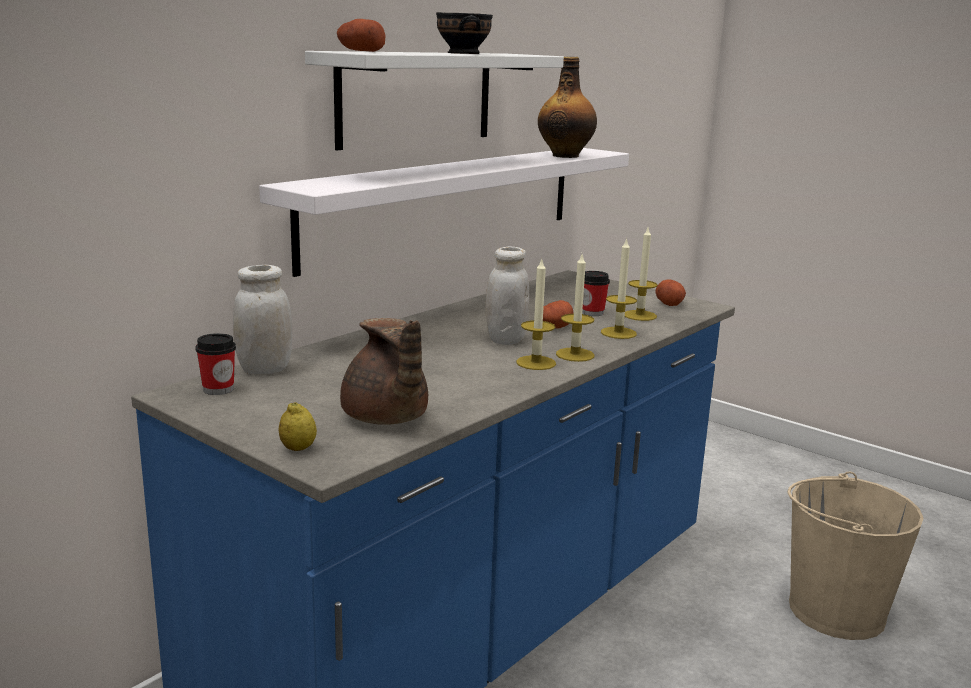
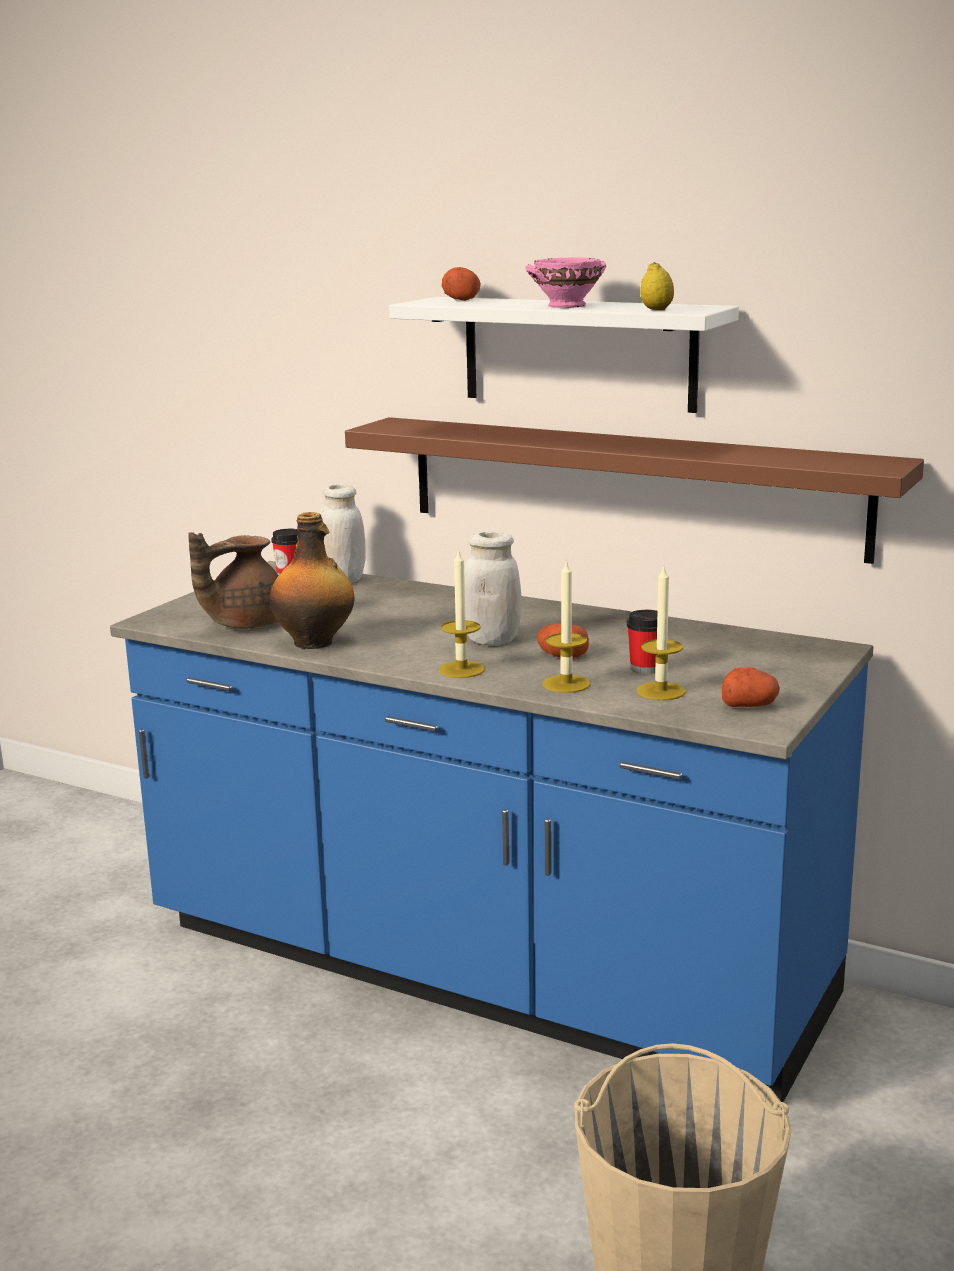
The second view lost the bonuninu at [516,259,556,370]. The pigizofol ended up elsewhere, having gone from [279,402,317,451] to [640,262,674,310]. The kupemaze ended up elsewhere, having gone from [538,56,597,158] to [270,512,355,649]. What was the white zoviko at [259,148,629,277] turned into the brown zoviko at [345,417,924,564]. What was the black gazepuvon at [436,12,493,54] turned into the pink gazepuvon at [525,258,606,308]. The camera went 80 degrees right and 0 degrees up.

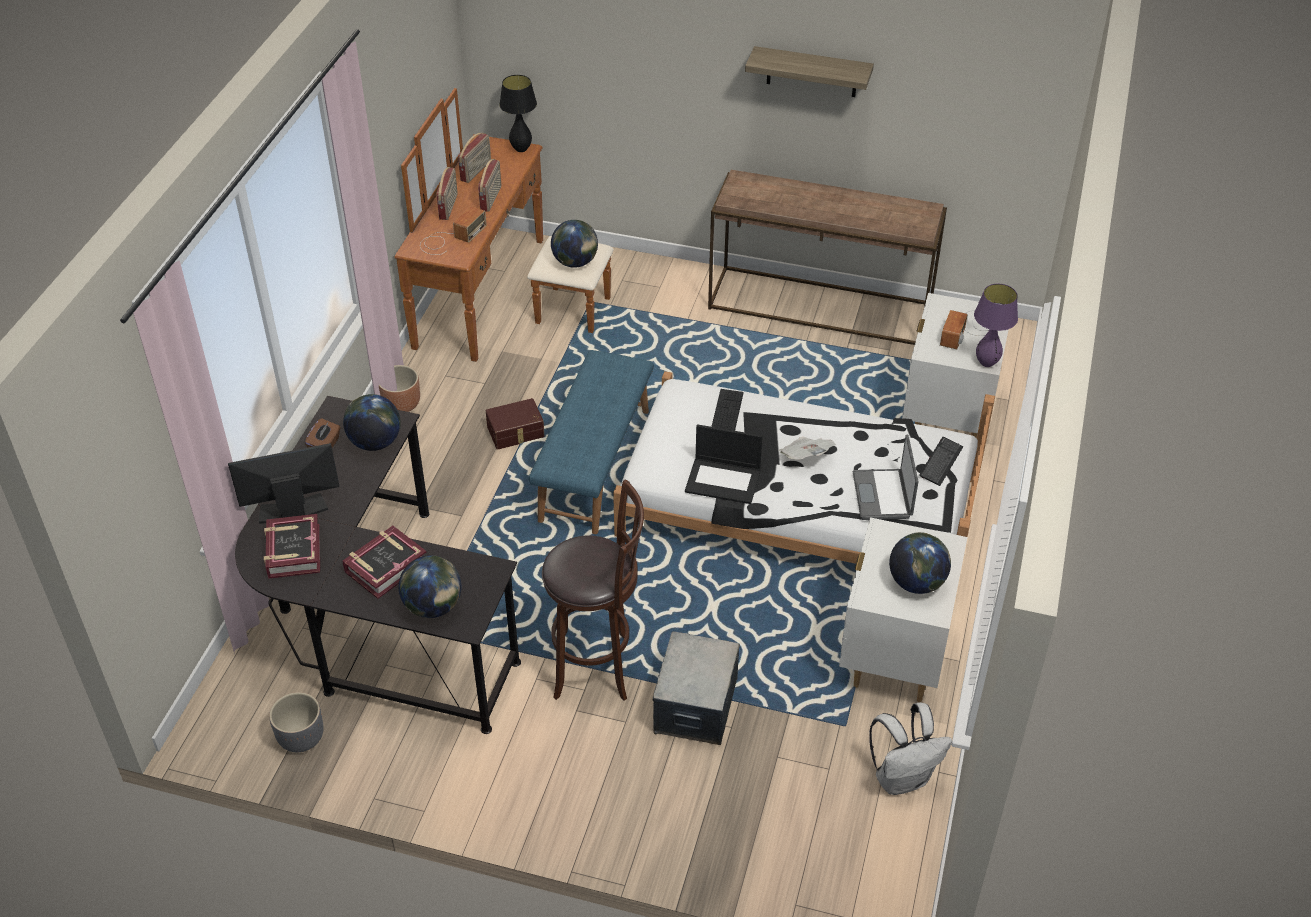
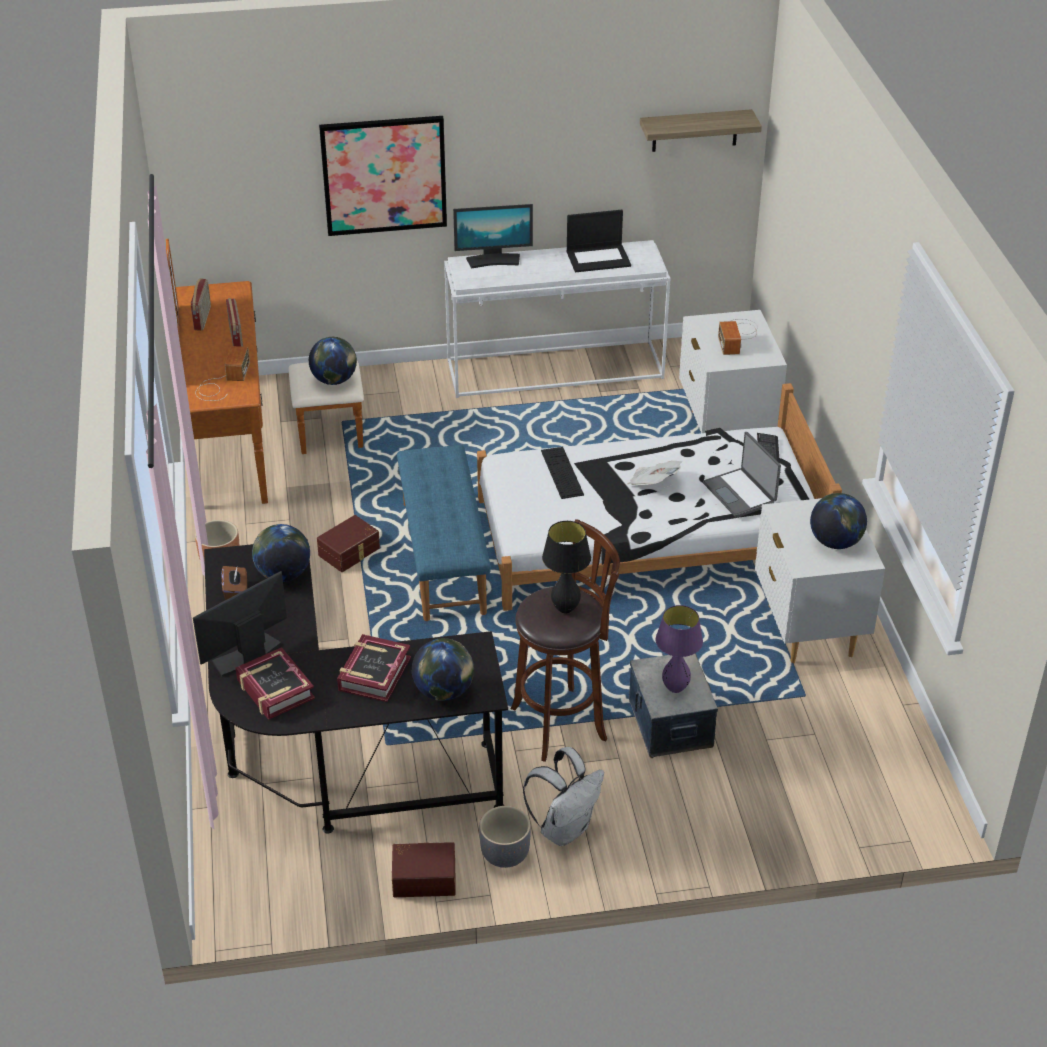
The second view lost the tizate at [436,167,458,220]. The second view gained the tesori at [319,116,447,236]. The second view gained the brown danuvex at [392,842,456,897]. The second view gained the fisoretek at [453,204,533,269]. The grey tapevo ended up elsewhere, having gone from [269,692,323,752] to [479,806,531,868]. The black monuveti ended up elsewhere, having gone from [499,75,537,152] to [542,521,591,614]. The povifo ended up elsewhere, having gone from [685,424,762,504] to [567,210,631,272]. The zoviko ended up elsewhere, having gone from [745,46,874,97] to [640,109,762,152]. The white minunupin ended up elsewhere, having gone from [869,703,952,795] to [523,747,604,846]. The purple monuveti ended up elsewhere, having gone from [974,284,1018,367] to [656,605,703,693]. What was the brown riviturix at [708,170,947,345] turned into the white riviturix at [444,240,671,398]. The camera went 25 degrees left and 5 degrees down.

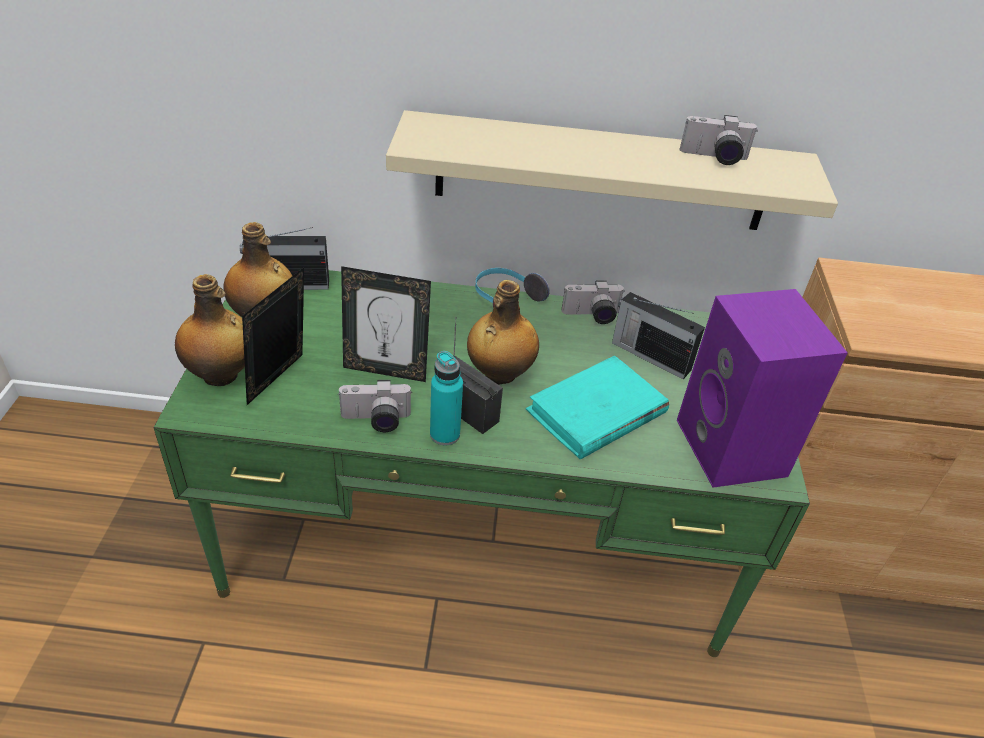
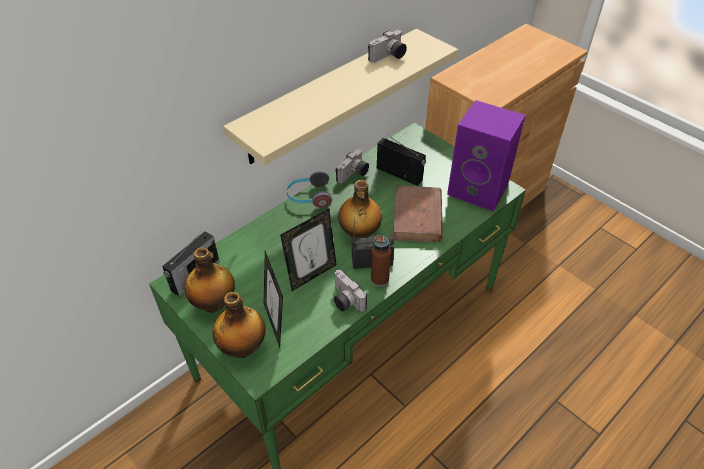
What was the turquoise kupemaze at [430,351,463,445] turned into the brown kupemaze at [371,235,391,287]. What was the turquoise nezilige at [526,356,669,459] turned into the brown nezilige at [392,185,443,242]. The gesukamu at [338,380,411,432] ended up facing another way, 105 degrees clockwise from before. The tizate at [612,292,705,379] ended up facing another way, 135 degrees counterclockwise from before. The camera went 45 degrees left and 5 degrees up.

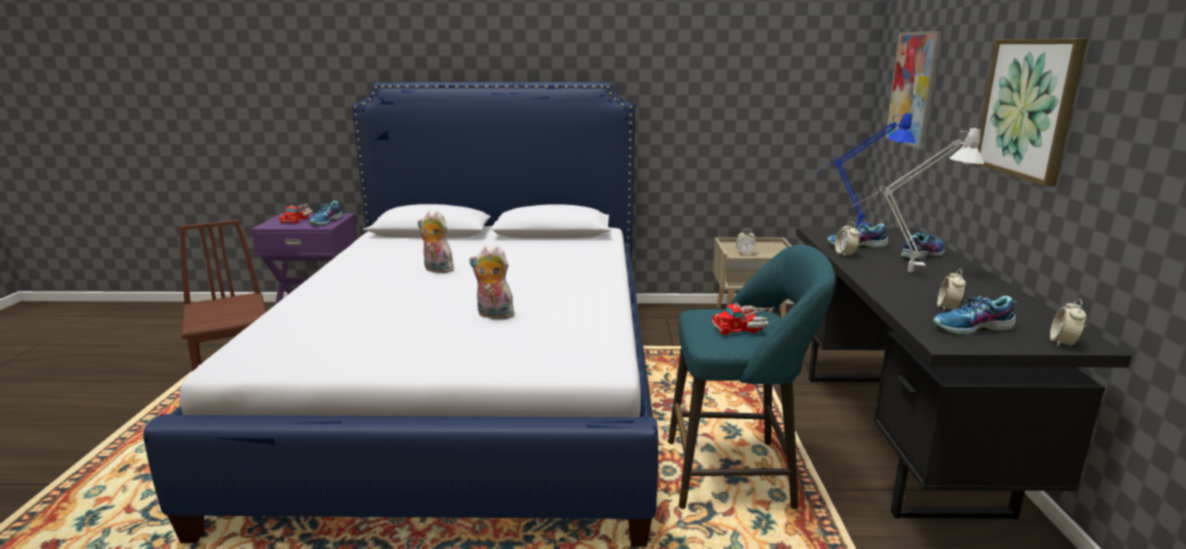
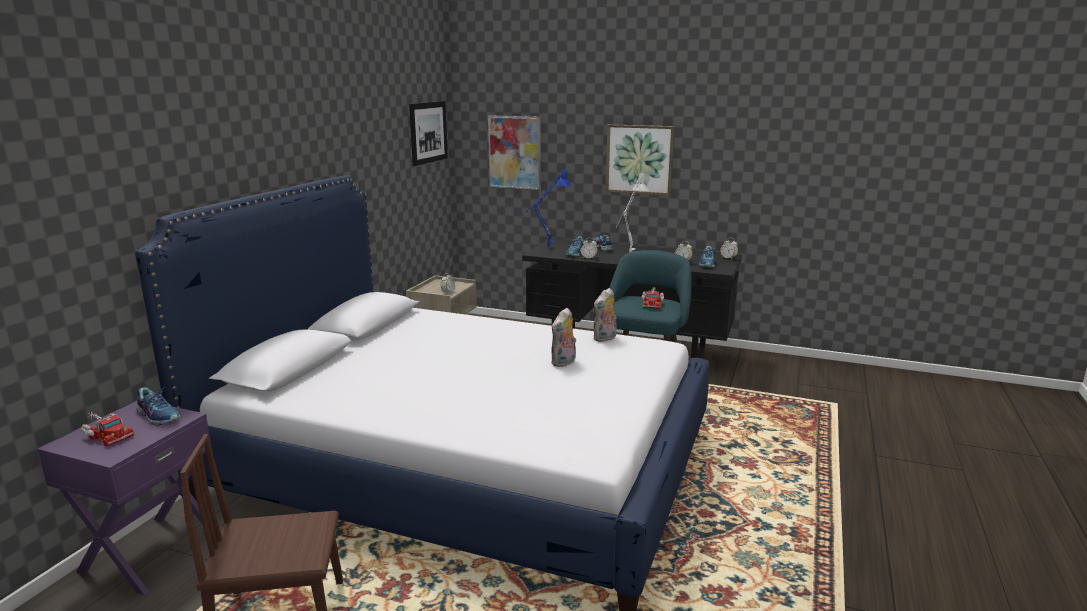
The second view gained the tesori at [409,101,448,166]. The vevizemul ended up elsewhere, having gone from [418,210,454,273] to [594,288,617,342]. The camera went 70 degrees left and 0 degrees up.

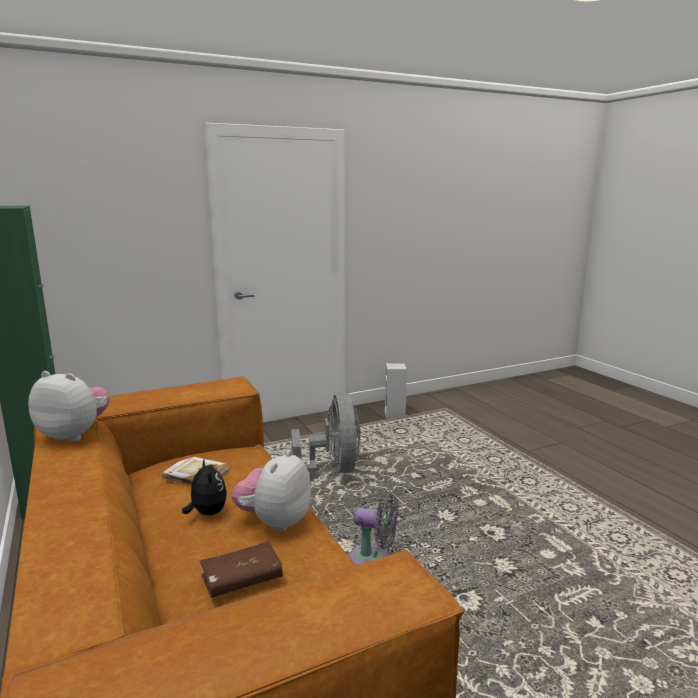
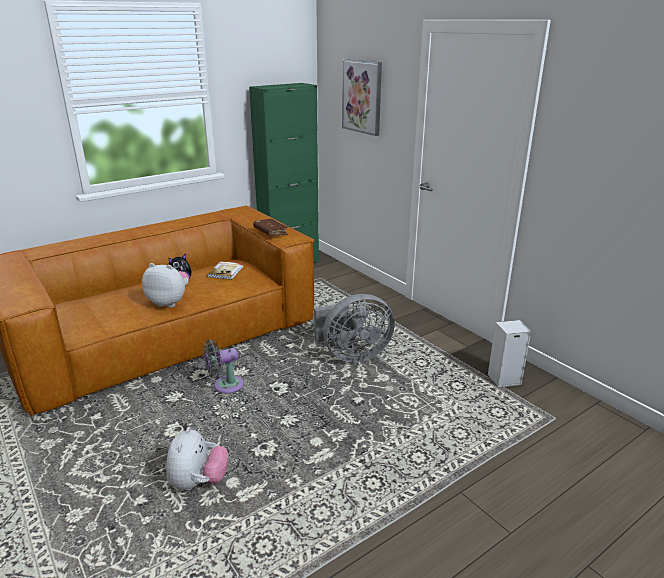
The second view gained the tesori at [342,59,382,136]. The vevizemul ended up elsewhere, having gone from [28,371,110,442] to [166,427,229,490]. The brown nezilige ended up elsewhere, having gone from [199,541,283,598] to [253,219,289,236]. The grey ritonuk at [350,493,398,565] ended up facing another way, 60 degrees clockwise from before. The camera went 80 degrees right and 10 degrees up.

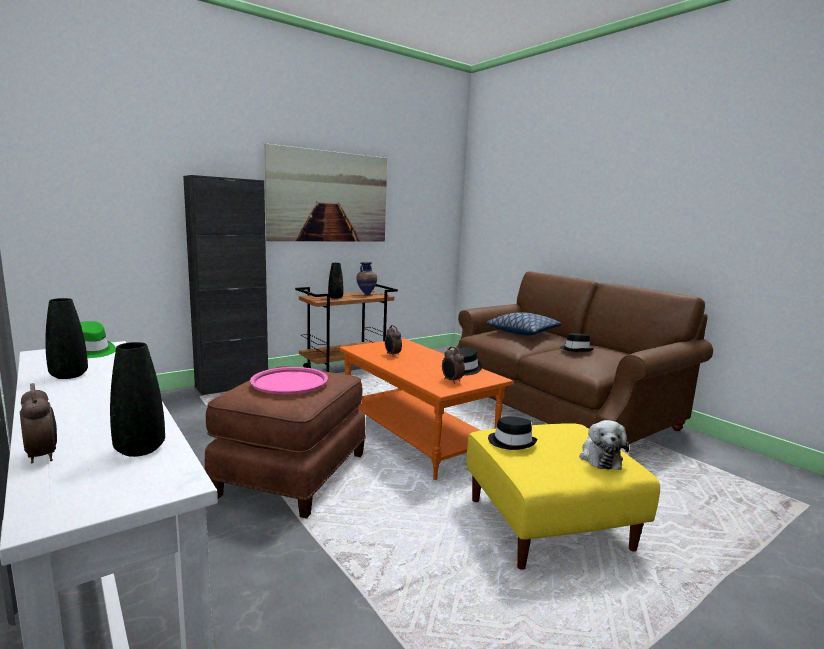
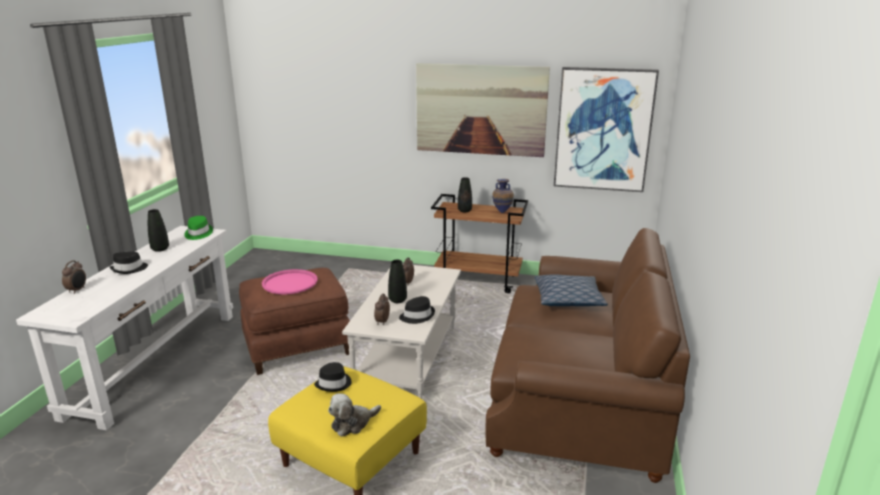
The second view lost the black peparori at [183,175,268,395]. The second view gained the tesori at [554,67,659,192]. The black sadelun ended up elsewhere, having gone from [110,342,165,457] to [388,260,407,303]. The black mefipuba ended up elsewhere, having gone from [560,333,594,352] to [110,251,148,274]. What was the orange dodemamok at [339,339,513,480] turned into the white dodemamok at [342,265,461,399]. The camera went 50 degrees right and 10 degrees up.

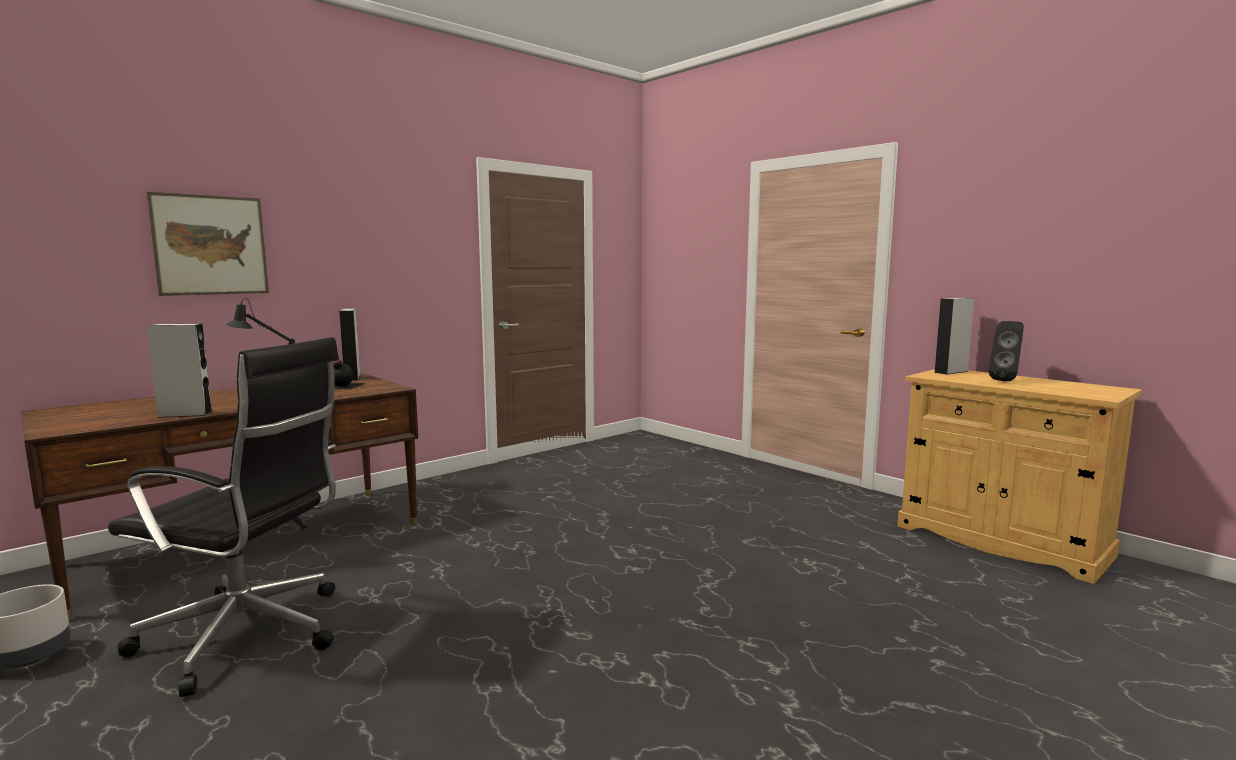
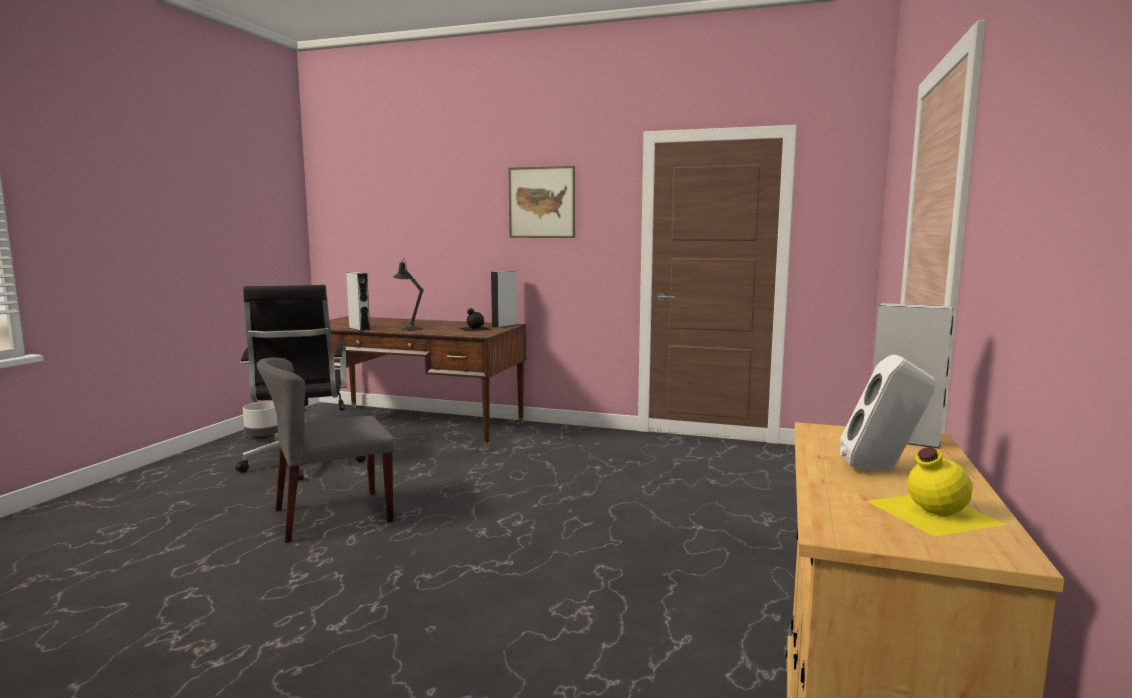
The second view gained the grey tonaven at [257,358,395,543]. The second view gained the yellow kupemaze at [867,447,1006,536]. The tesori ended up elsewhere, having gone from [146,192,269,296] to [508,166,575,238]. What was the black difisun at [988,321,1024,382] turned into the white difisun at [840,354,936,470]. The camera went 60 degrees right and 0 degrees up.

